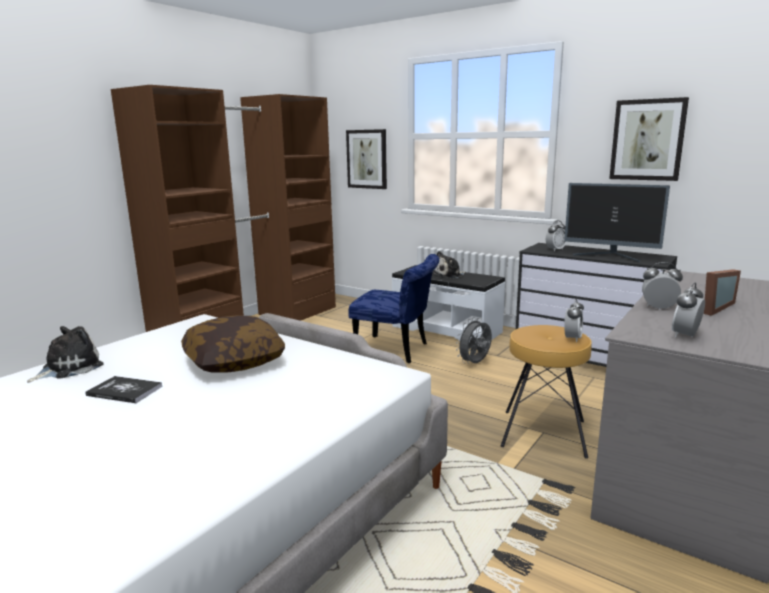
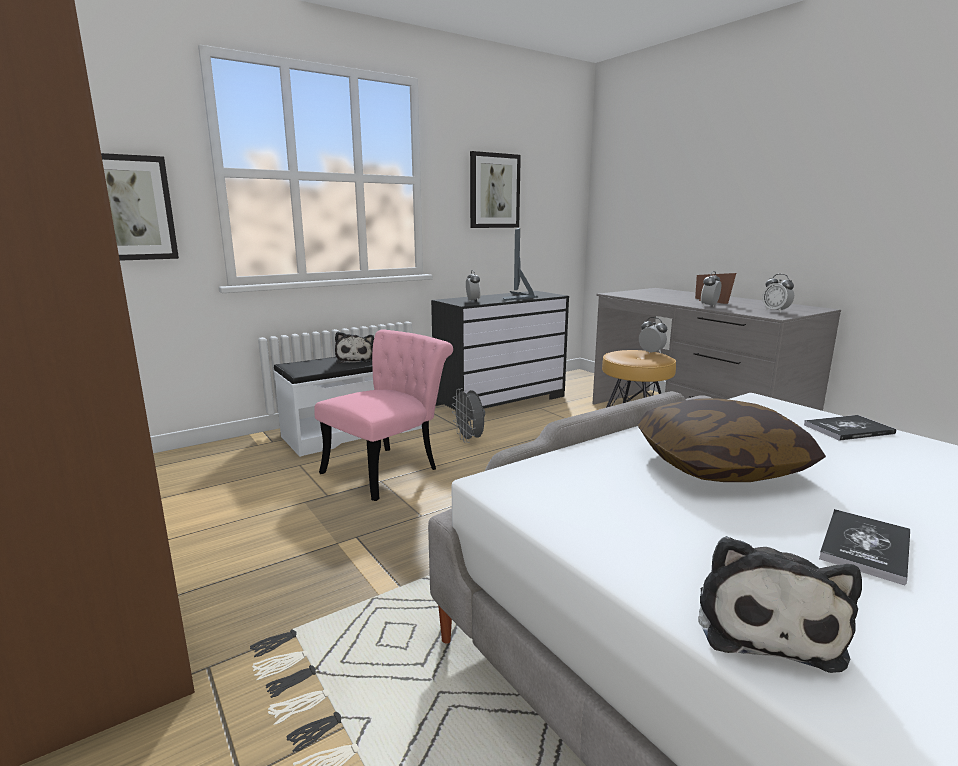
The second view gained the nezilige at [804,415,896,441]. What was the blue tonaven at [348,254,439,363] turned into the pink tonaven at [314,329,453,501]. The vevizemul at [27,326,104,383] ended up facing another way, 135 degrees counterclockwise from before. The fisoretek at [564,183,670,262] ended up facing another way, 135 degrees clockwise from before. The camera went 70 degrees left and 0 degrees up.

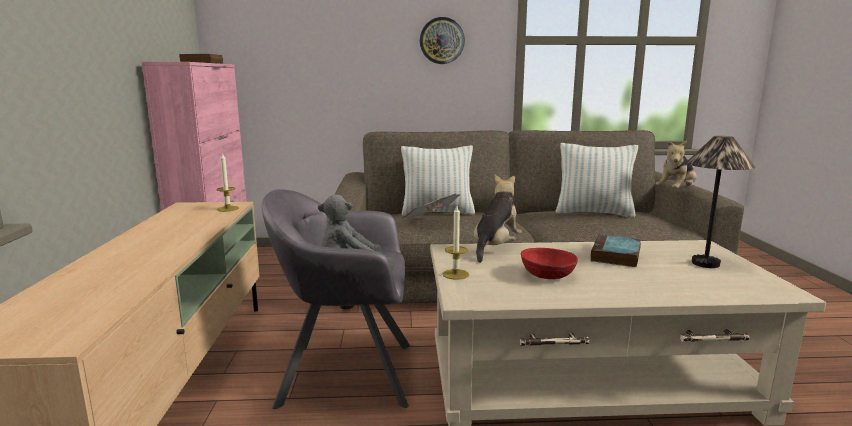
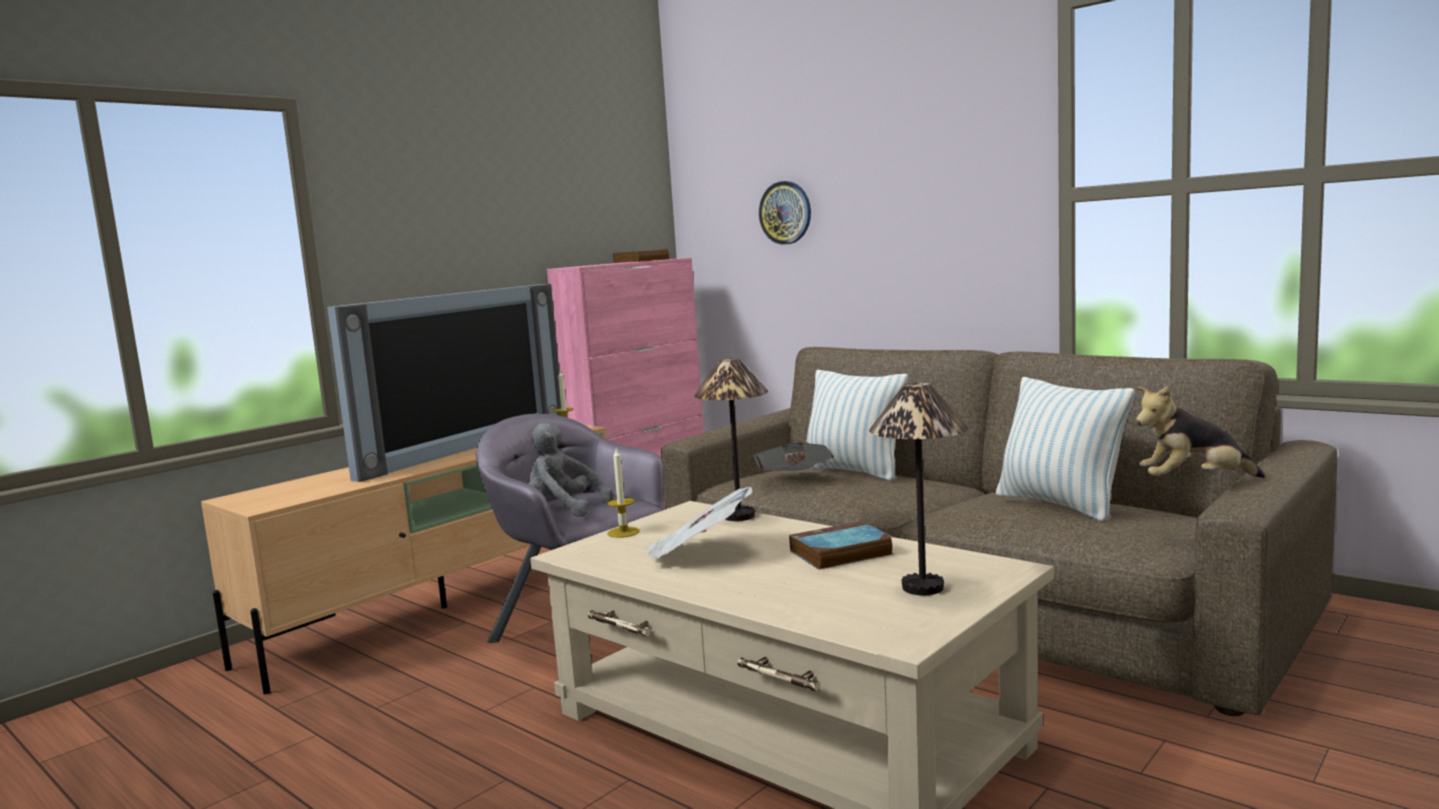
The second view gained the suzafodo at [327,284,562,482]. The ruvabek ended up elsewhere, having gone from [420,17,465,64] to [759,181,811,245]. Where the vevizemul stood at [474,174,522,263], the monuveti came to stand at [694,358,768,521]. Where the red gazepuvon stood at [521,248,578,279], the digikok came to stand at [647,487,752,561]. The camera went 45 degrees right and 5 degrees down.

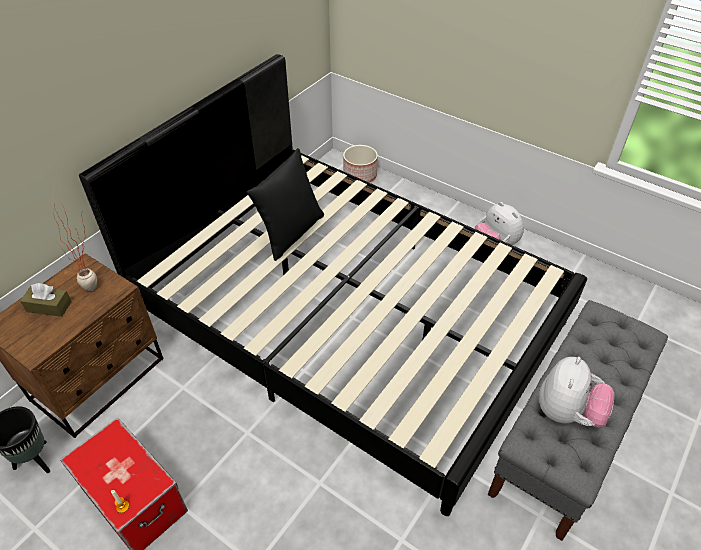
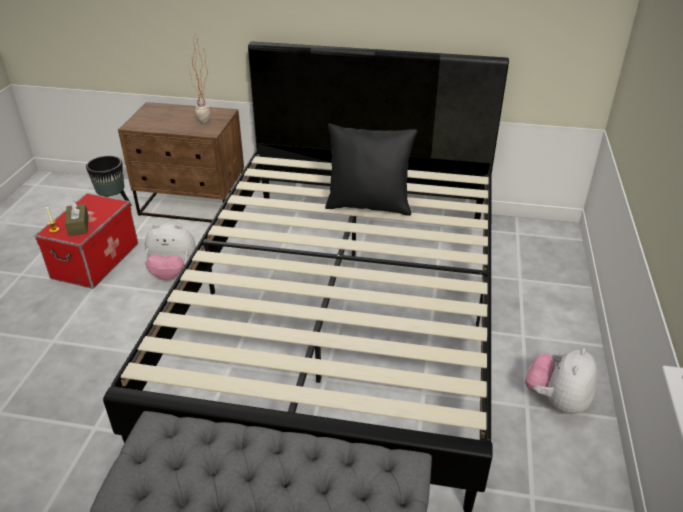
The second view lost the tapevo at [343,145,378,183]. The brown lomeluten ended up elsewhere, having gone from [20,283,72,317] to [65,200,88,236]. The vevizemul ended up elsewhere, having gone from [539,357,614,428] to [144,223,196,280]. The camera went 65 degrees right and 10 degrees down.

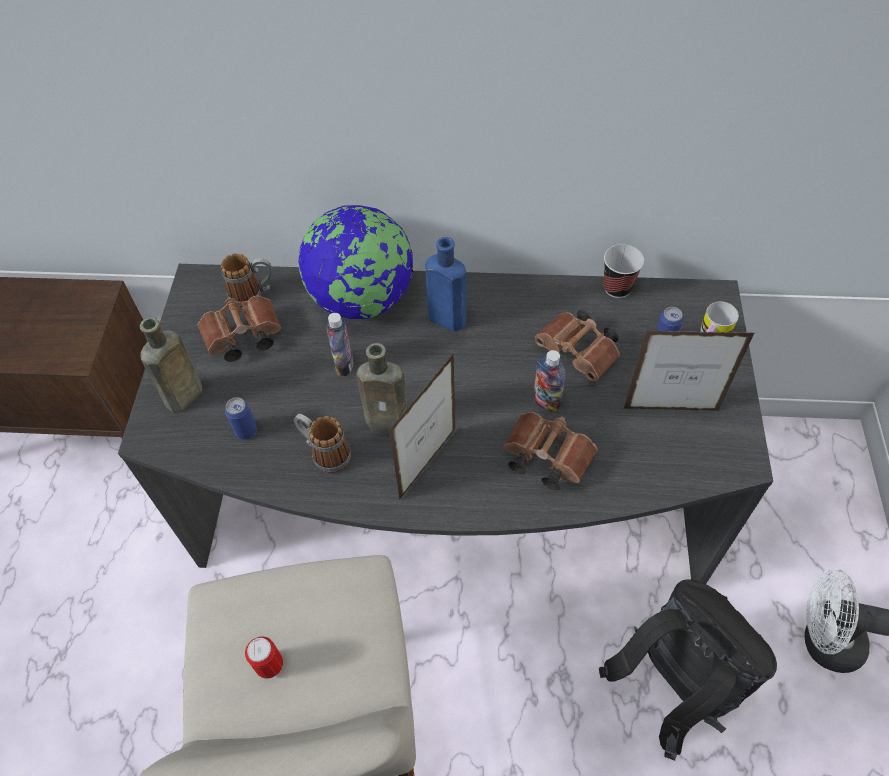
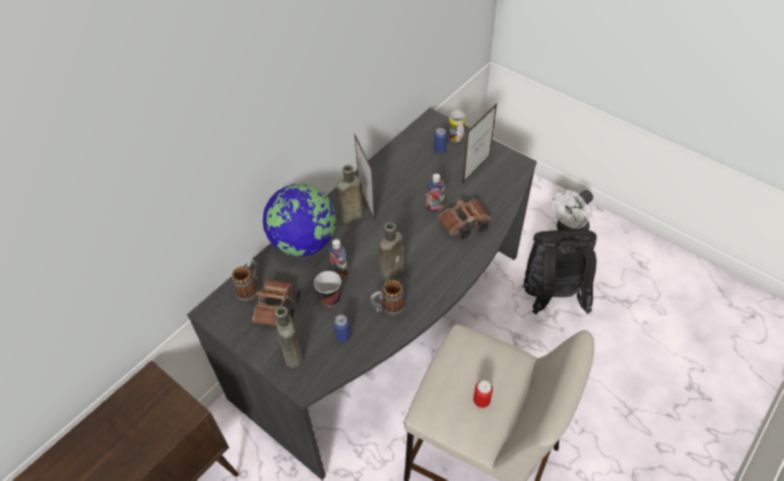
The second view lost the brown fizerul at [535,310,620,381]. The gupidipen ended up elsewhere, having gone from [389,353,456,499] to [354,133,375,220]. The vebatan ended up elsewhere, having gone from [604,244,644,298] to [314,271,341,307]. What was the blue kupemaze at [425,237,466,331] turned into the brown kupemaze at [337,165,364,224]. The camera went 55 degrees left and 5 degrees down.

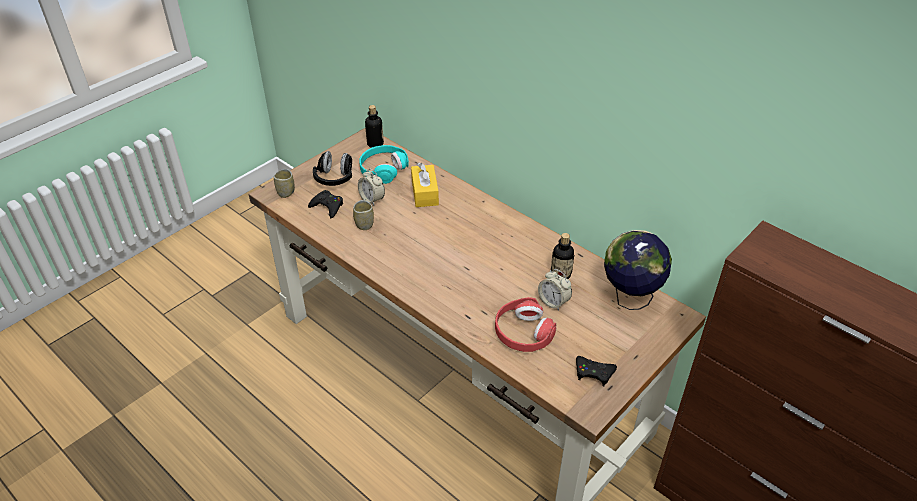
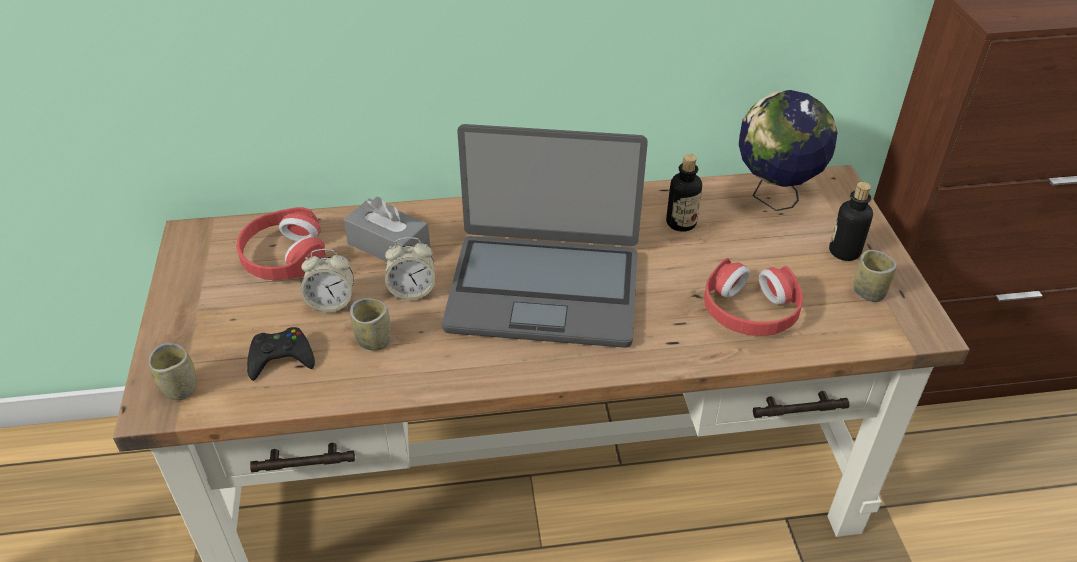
The second view lost the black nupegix at [313,151,352,186]. The second view gained the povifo at [442,124,648,348]. The kupemaze ended up elsewhere, having gone from [365,105,384,148] to [829,182,873,261]. The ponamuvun ended up elsewhere, having gone from [538,269,572,311] to [385,237,435,300]. Where the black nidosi stood at [576,356,617,386], the vebatan came to stand at [853,250,897,302]. What was the turquoise nupegix at [359,145,409,184] turned into the red nupegix at [236,207,326,280]. What was the yellow lomeluten at [411,163,439,207] turned into the grey lomeluten at [343,197,430,262]. The camera went 50 degrees left and 0 degrees up.

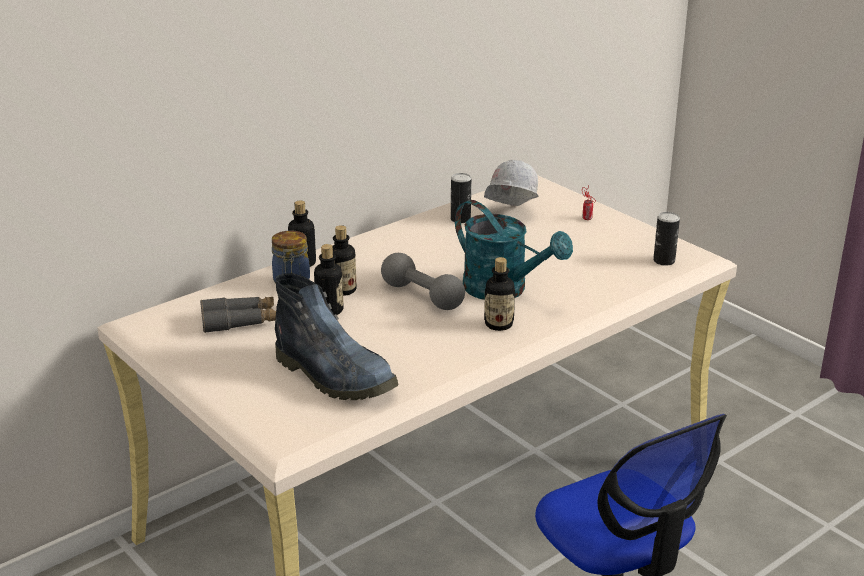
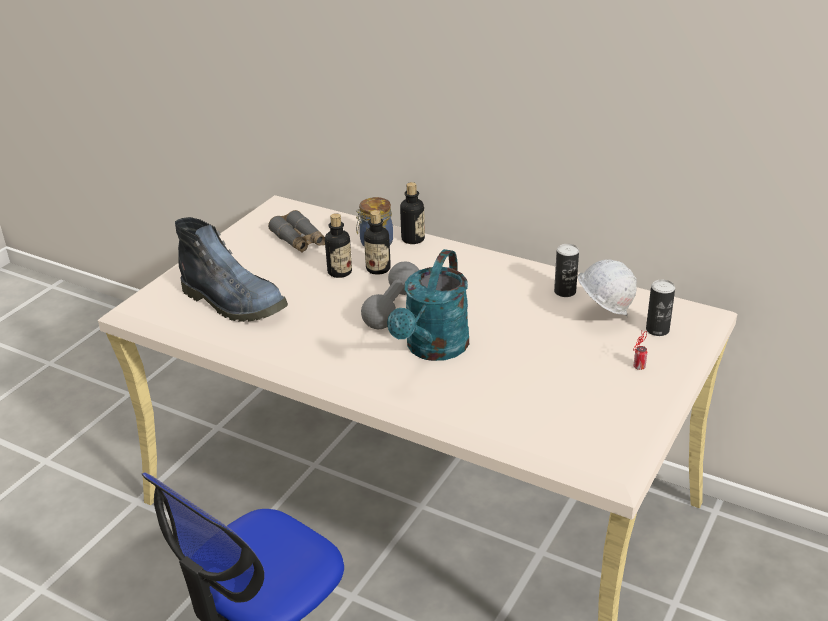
The second view lost the kupemaze at [484,257,515,331]. The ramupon ended up elsewhere, having gone from [653,212,680,266] to [646,280,675,336]. The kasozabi at [275,273,398,400] ended up facing another way, 75 degrees counterclockwise from before. The camera went 70 degrees right and 5 degrees up.

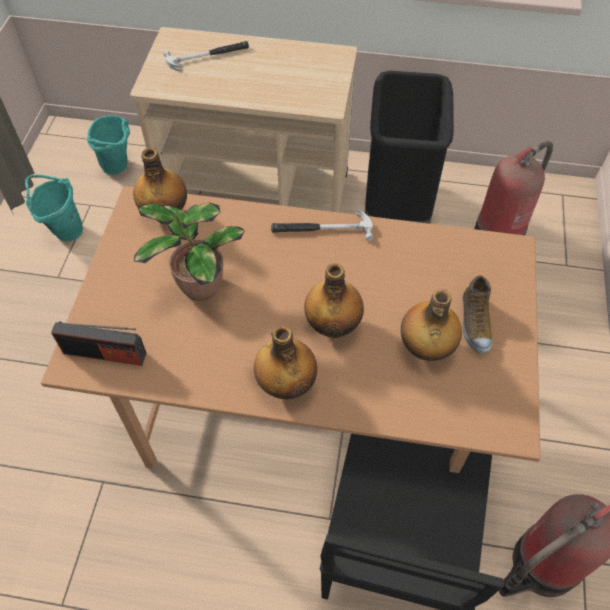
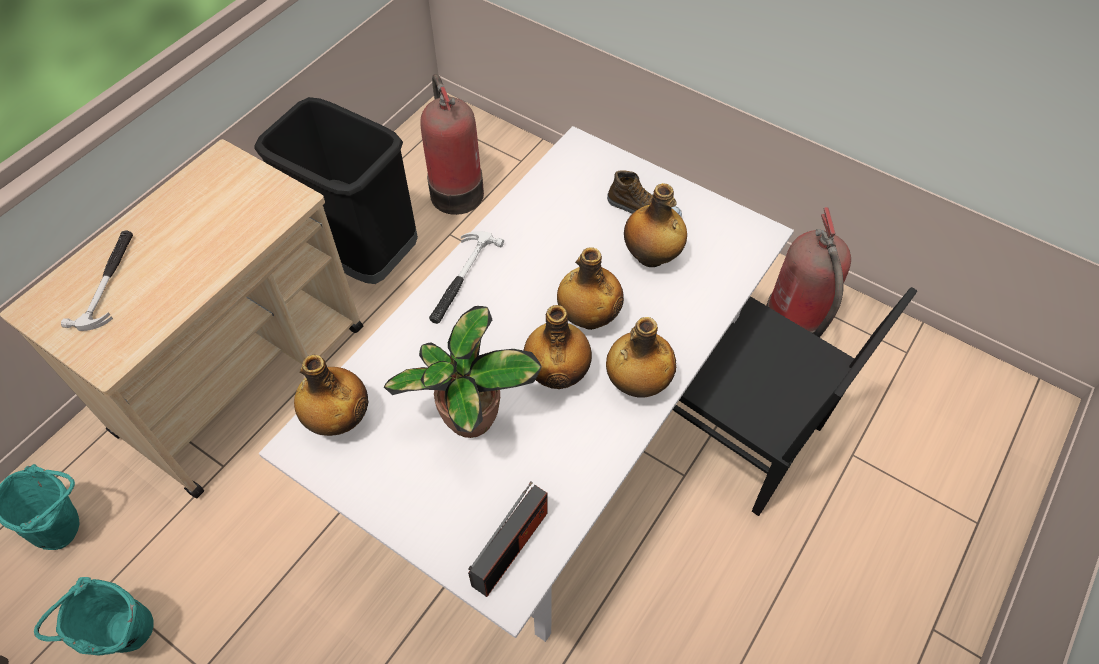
The second view gained the kupemaze at [524,305,592,389]. What was the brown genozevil at [41,186,540,473] turned into the white genozevil at [259,126,794,642]. The camera went 65 degrees left and 0 degrees up.

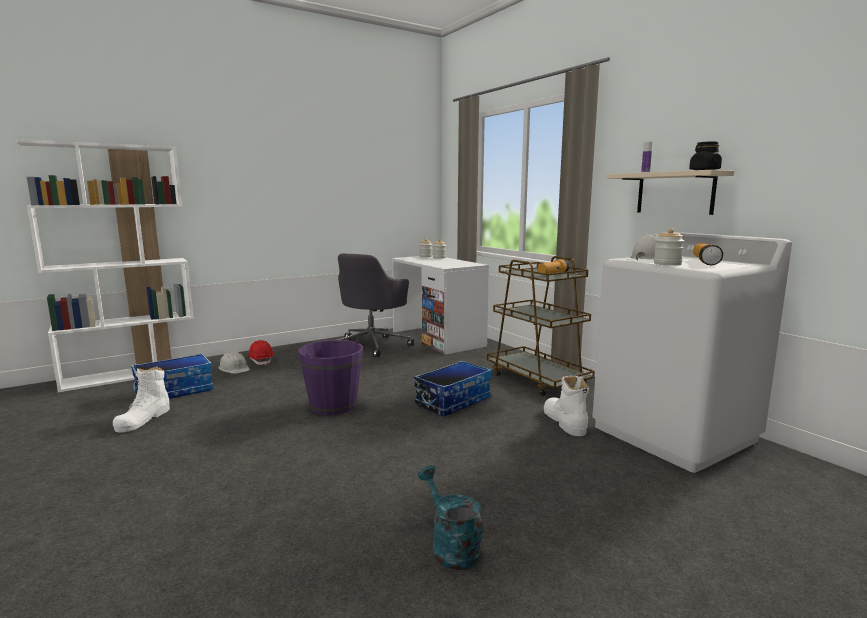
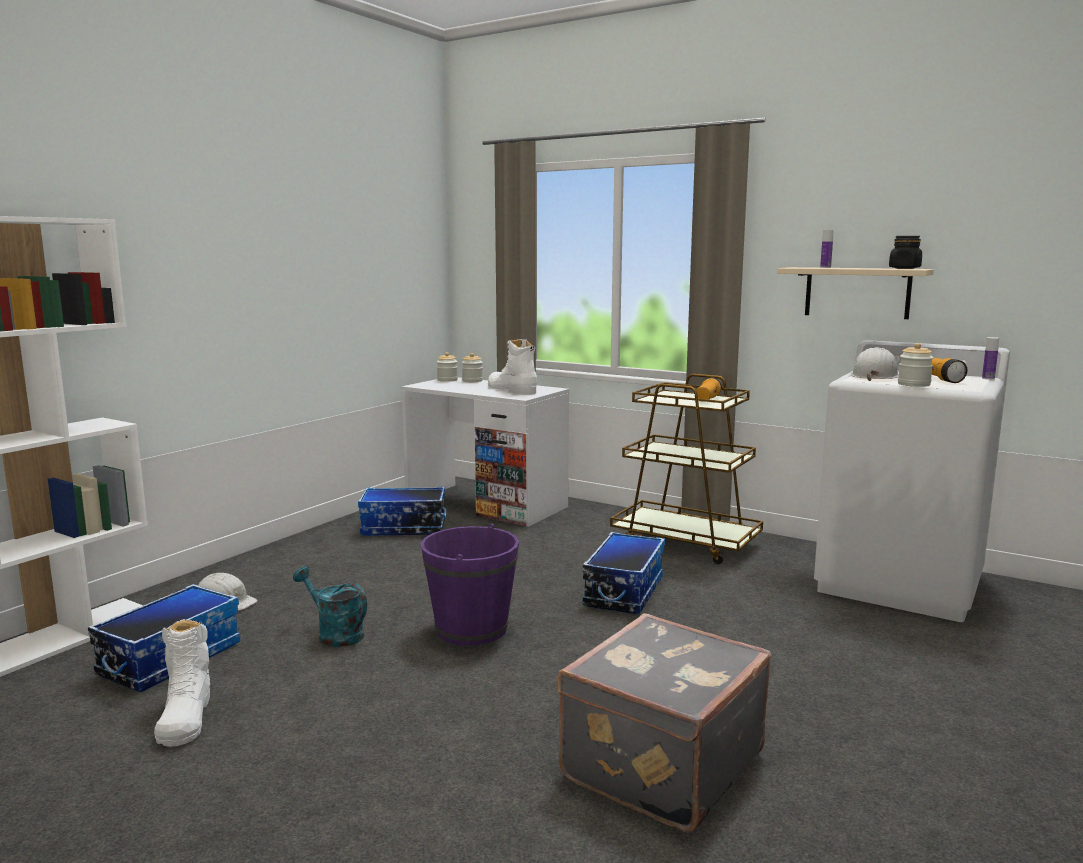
The second view lost the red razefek at [248,340,274,365]. The second view gained the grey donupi at [558,613,772,833]. The second view gained the kupemaze at [982,337,999,380]. The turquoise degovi ended up elsewhere, having gone from [418,465,483,570] to [293,566,367,647]. The white kasozabi ended up elsewhere, having gone from [544,376,589,436] to [488,339,537,395]. Where the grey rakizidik stood at [338,254,414,357], the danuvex came to stand at [358,487,446,536]. The camera went 25 degrees left and 0 degrees up.

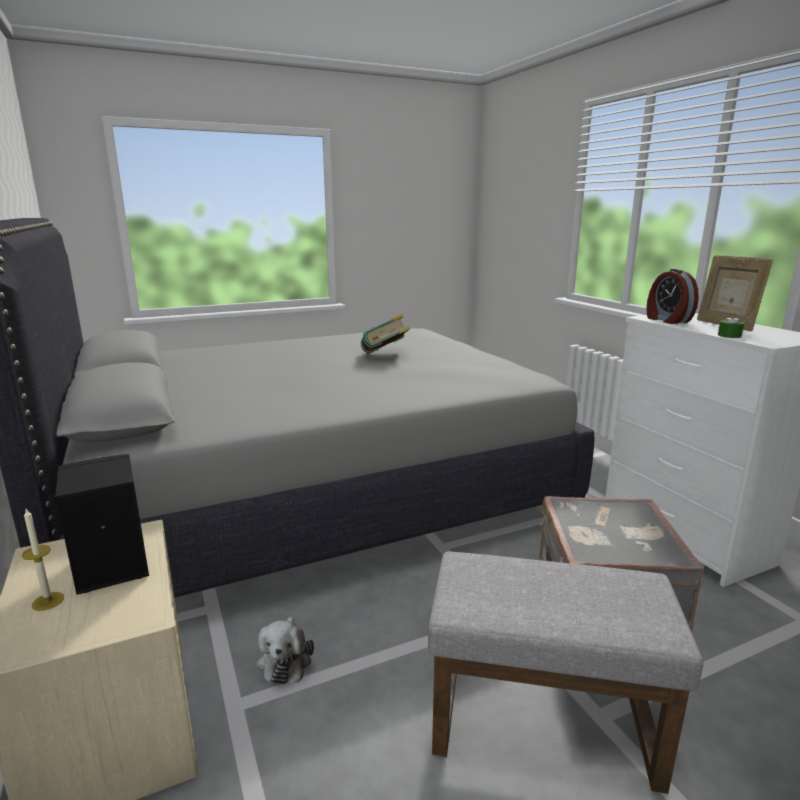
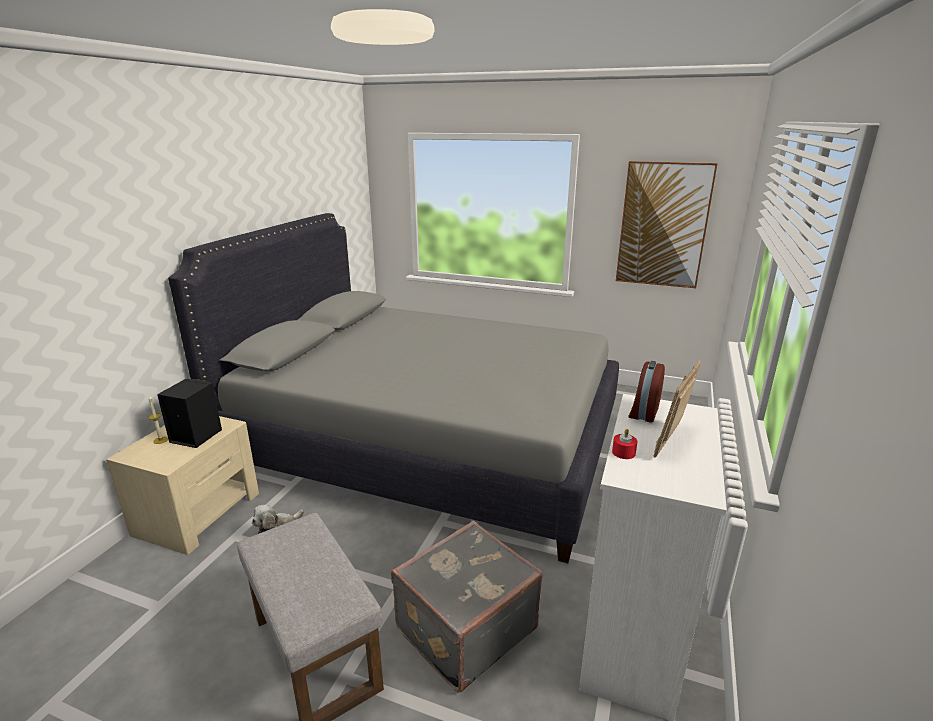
The second view lost the nezilige at [361,314,410,353]. The second view gained the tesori at [616,161,717,288]. What was the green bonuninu at [718,311,744,338] turned into the red bonuninu at [612,429,638,459]. The camera went 45 degrees right and 5 degrees up.

